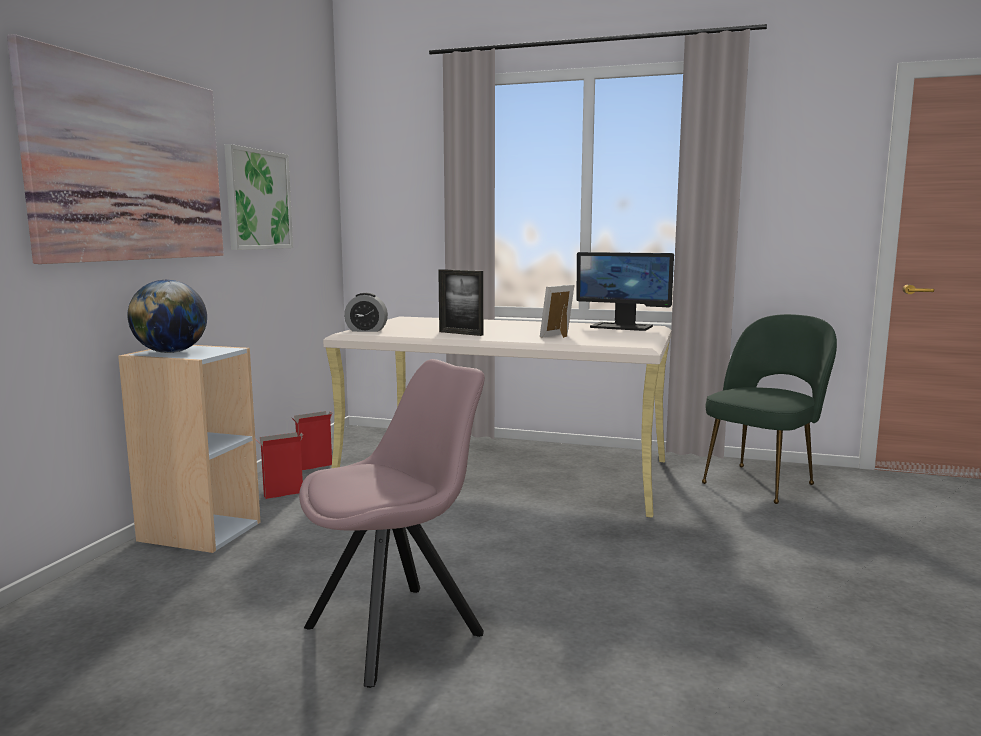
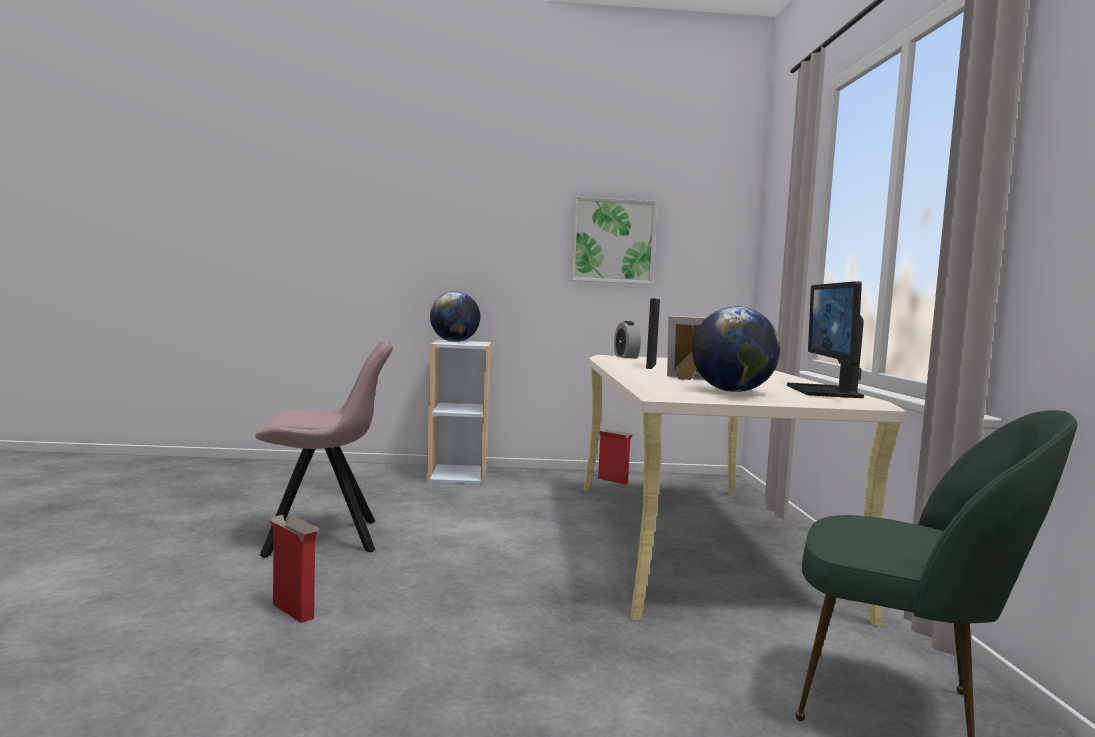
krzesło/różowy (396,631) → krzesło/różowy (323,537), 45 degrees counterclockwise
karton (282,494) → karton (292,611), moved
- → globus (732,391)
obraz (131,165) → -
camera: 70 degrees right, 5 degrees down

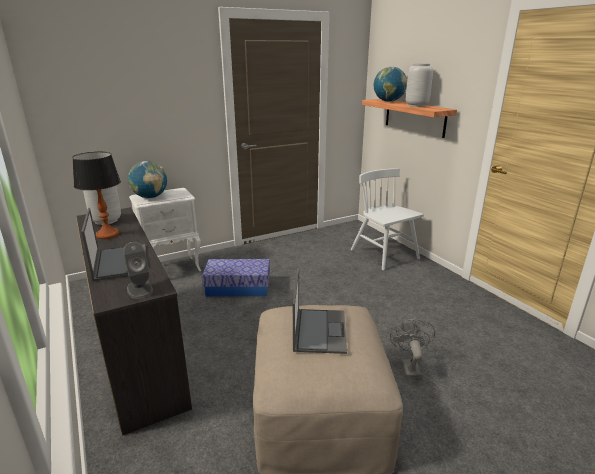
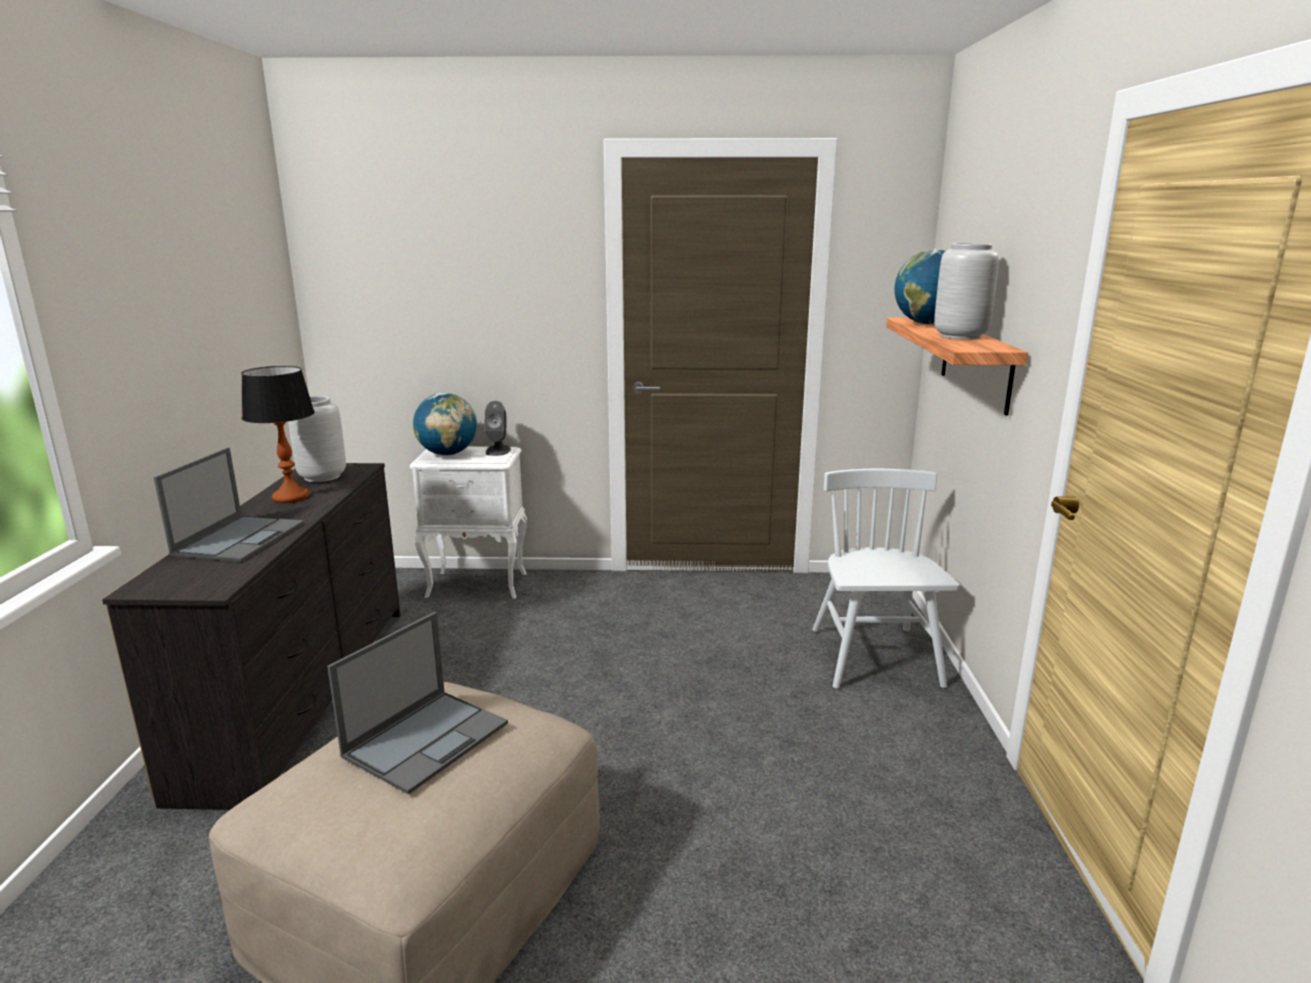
głośnik/szary (140,289) → głośnik/szary (498,450), moved
pojemnik do przechowywania (238,288) → -
wentylator/szary (409,366) → -
camera: 30 degrees right, 5 degrees down

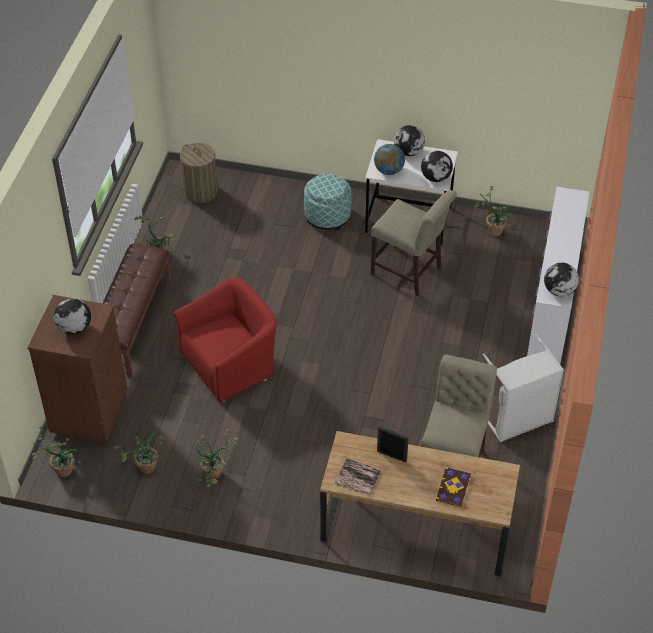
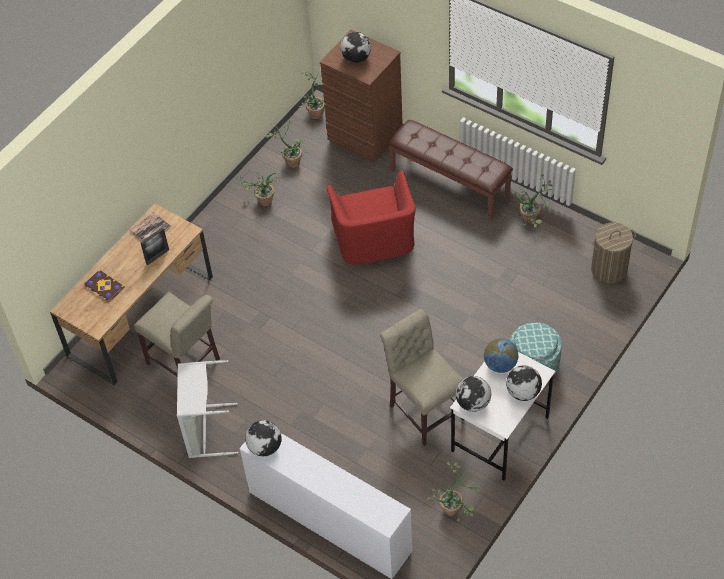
krzesło/beżowy (409,273) → krzesło/beżowy (424,409), 90 degrees clockwise
camera: 115 degrees right, 5 degrees up

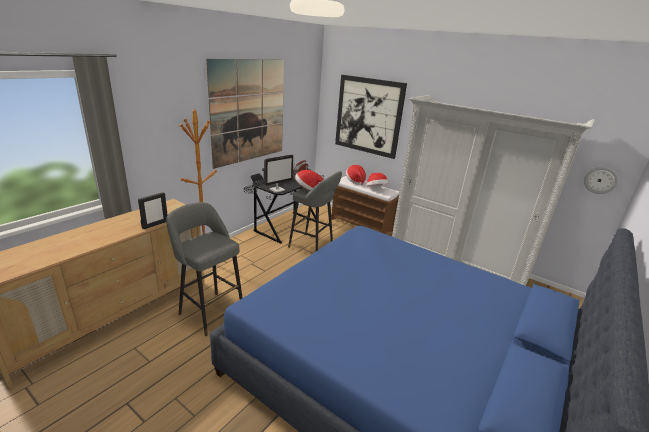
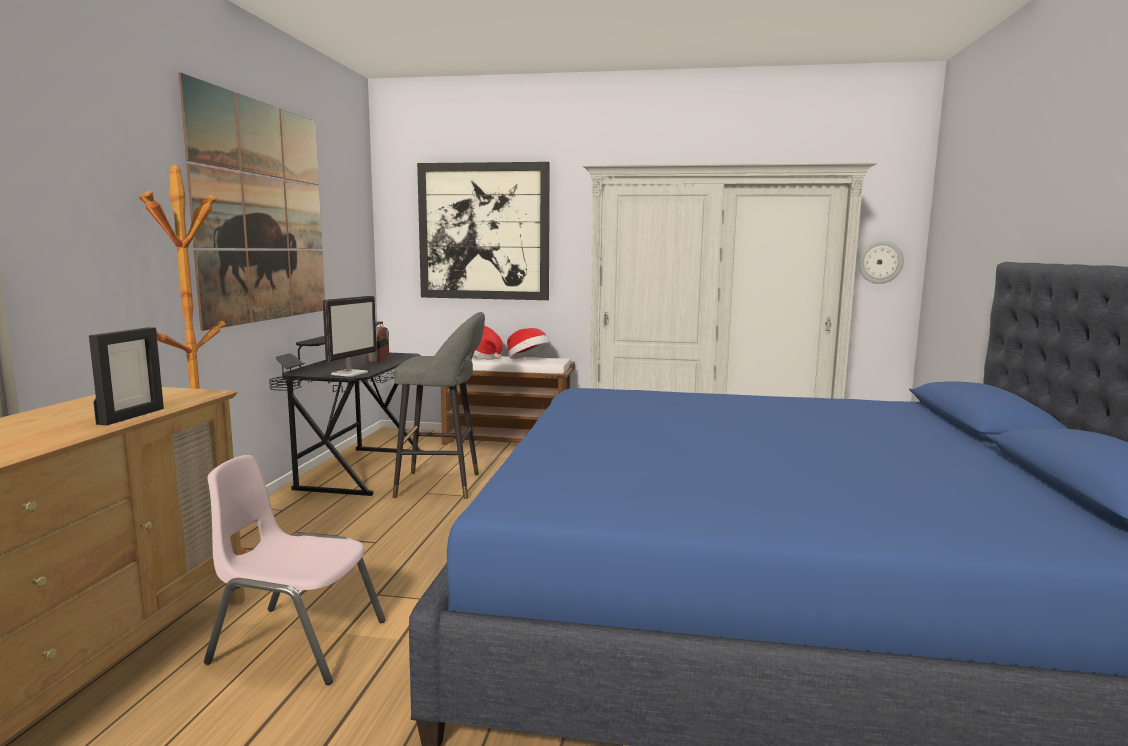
stołek/szary (209,311) → krzesło/różowy (298,642)
kapelusz (308,189) → -
camera: 25 degrees left, 15 degrees down

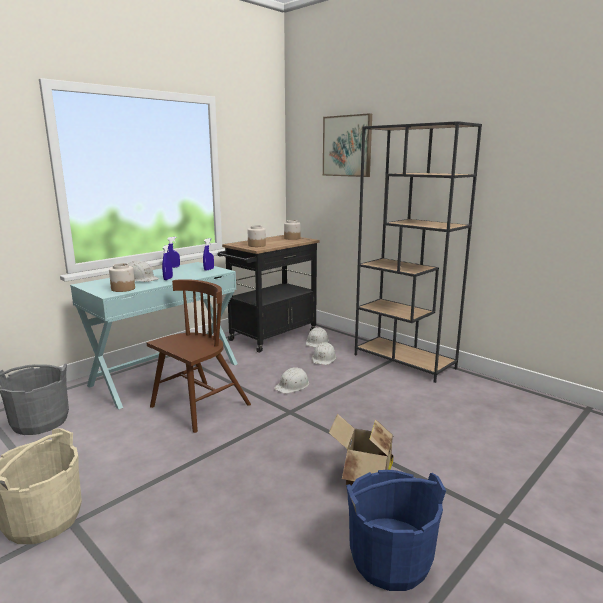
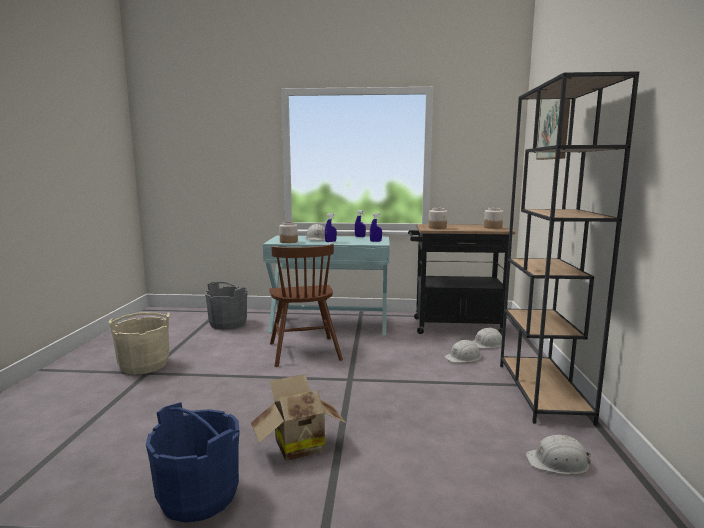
krzesło/brązowy (196,407) → krzesło/brązowy (304,349), 75 degrees clockwise
kask/biały (292,385) → kask/biały (558,462), moved
camera: 50 degrees right, 5 degrees down

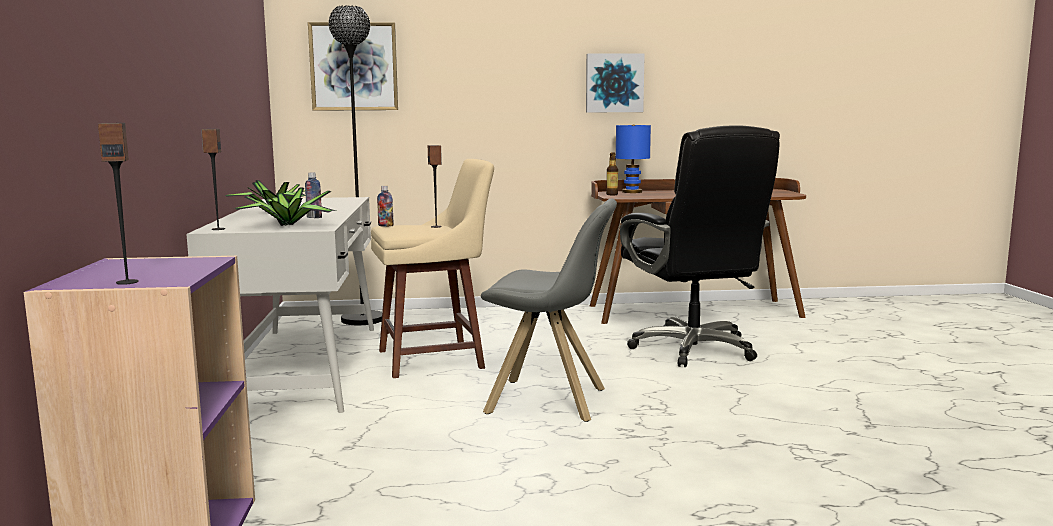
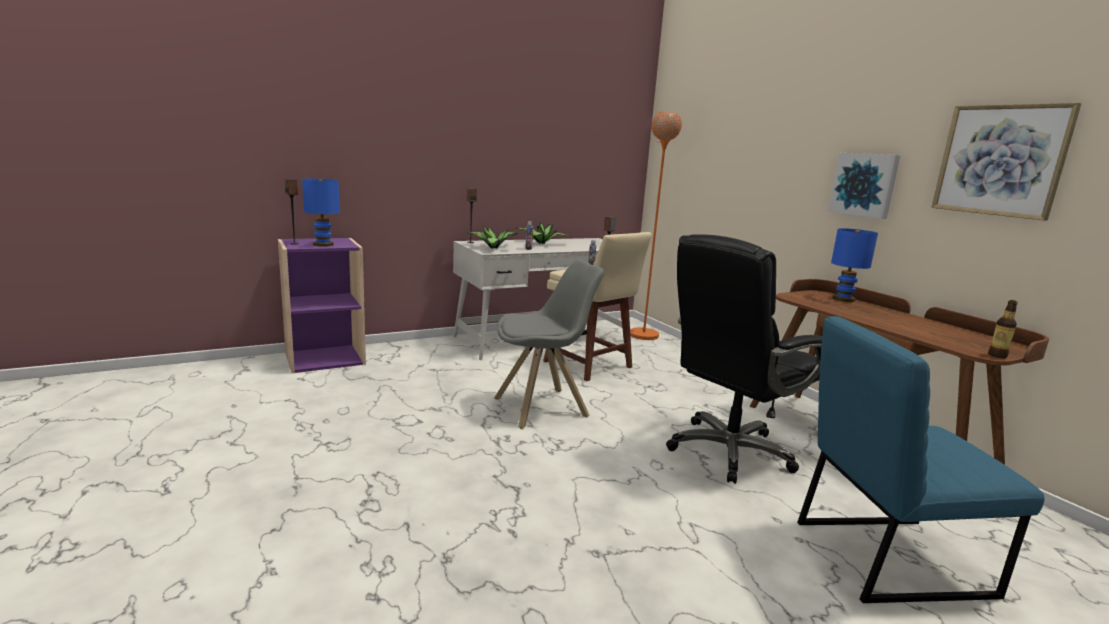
- → lampa stołowa/niebieski (323,244)
krzesło/szary (547,400) → krzesło/szary (542,407), 105 degrees counterclockwise
lampa stojąca/czarny (362,320) → lampa stojąca/pomarańczowy (643,335)
- → krzesło/niebieski (885,557)
obraz (354,67) → obraz (1000,160), moved
butelka (612,194) → butelka (997,356), moved
camera: 65 degrees right, 5 degrees up

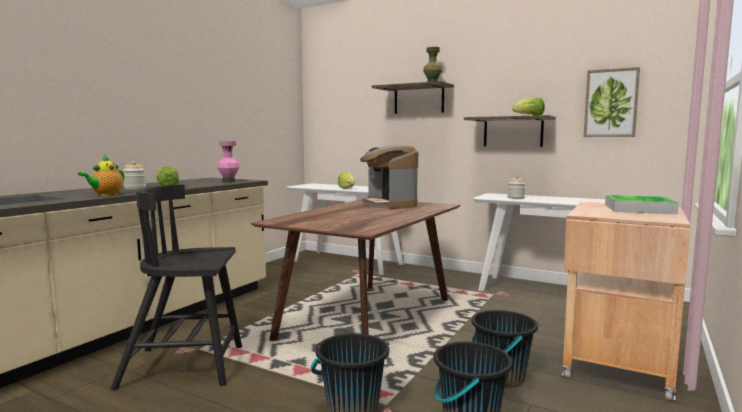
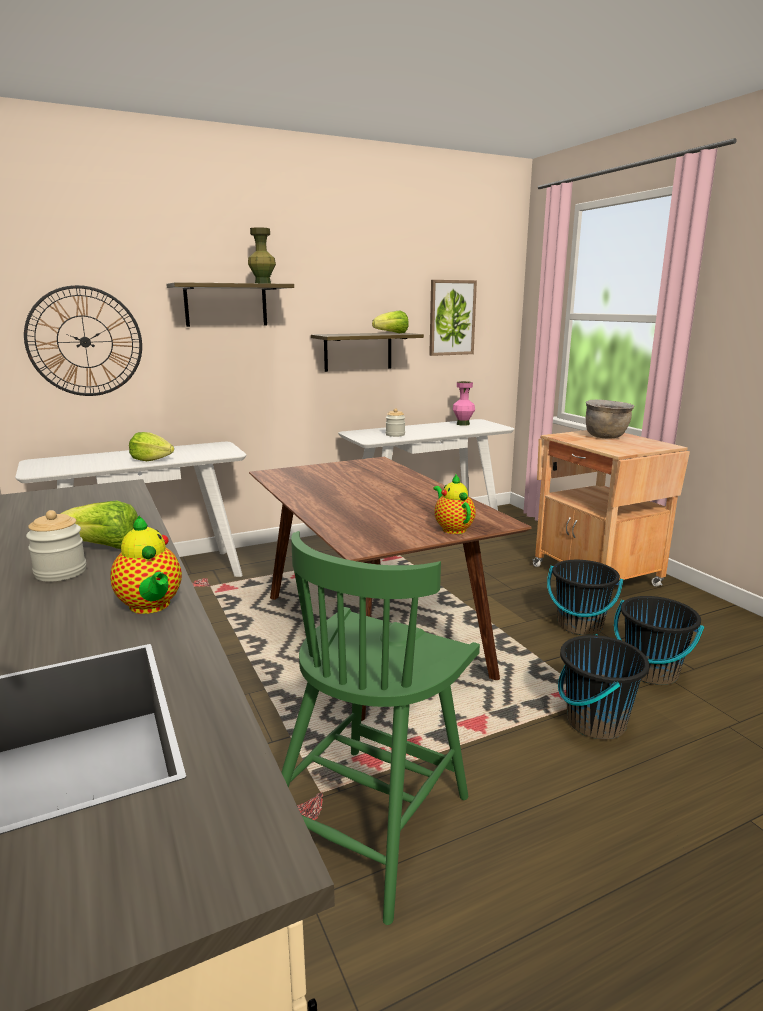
- → zegar ścienny (85,341)
krzesło/czarny (185,366) → krzesło/zielony (371,819)
- → imbryk (452,528)
wazon/różowy (229,181) → wazon/różowy (463,424), moved
taca (638,209) → garnek/brązowy (606,436)
ekspres do kawy (389,205) → -
camera: 55 degrees left, 10 degrees up

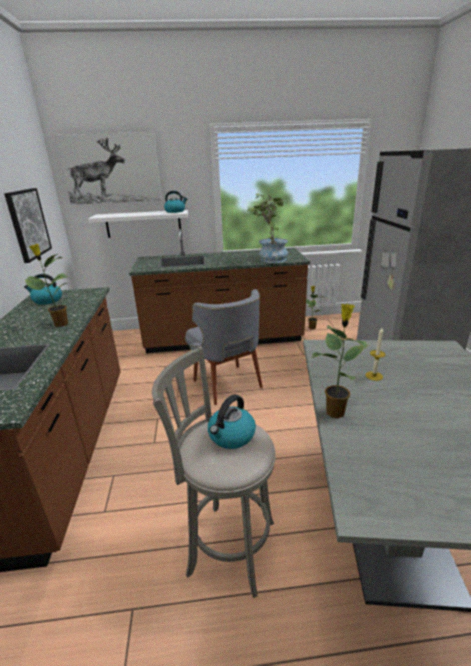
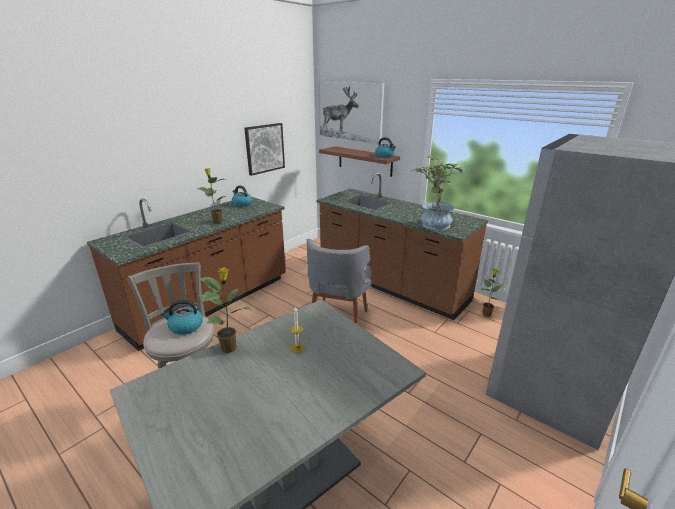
półka/biały (143,224) → półka/brązowy (365,161)
camera: 45 degrees right, 0 degrees up

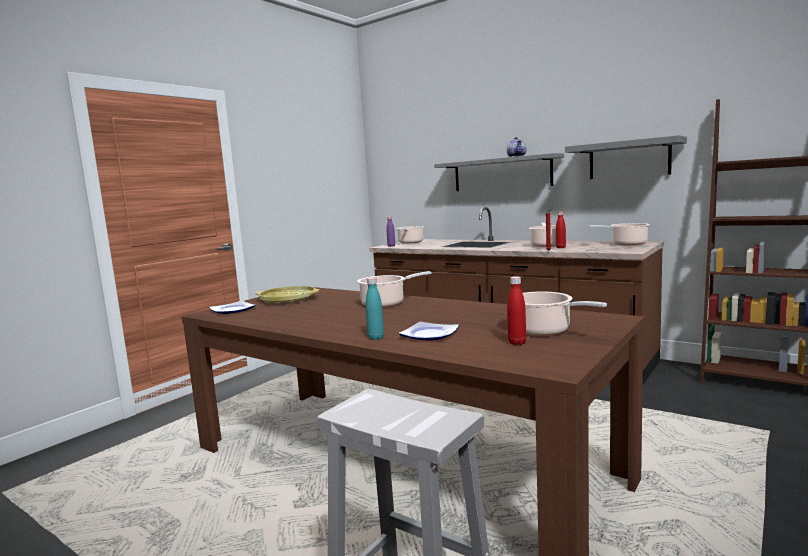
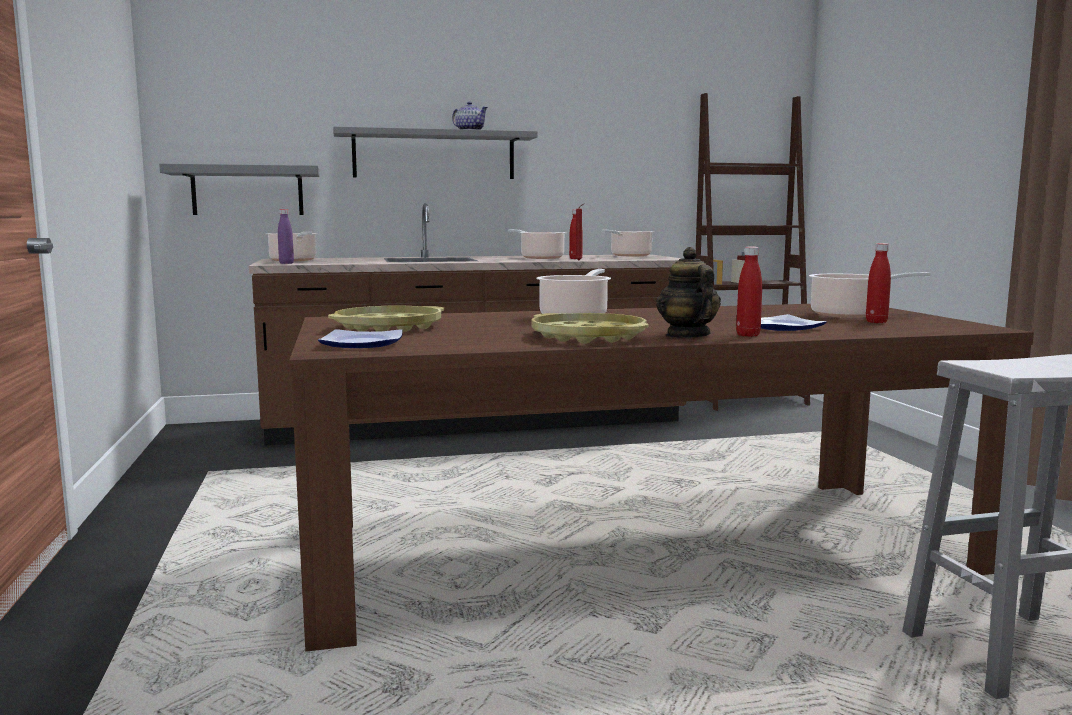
półka/szary (629,159) → półka/szary (247,191), moved
- → taca/żółty (588,337)
- → imbryk (687,336)
butelka/turkusowy (376,338) → butelka/czerwony (748,335)
camera: 50 degrees left, 0 degrees up

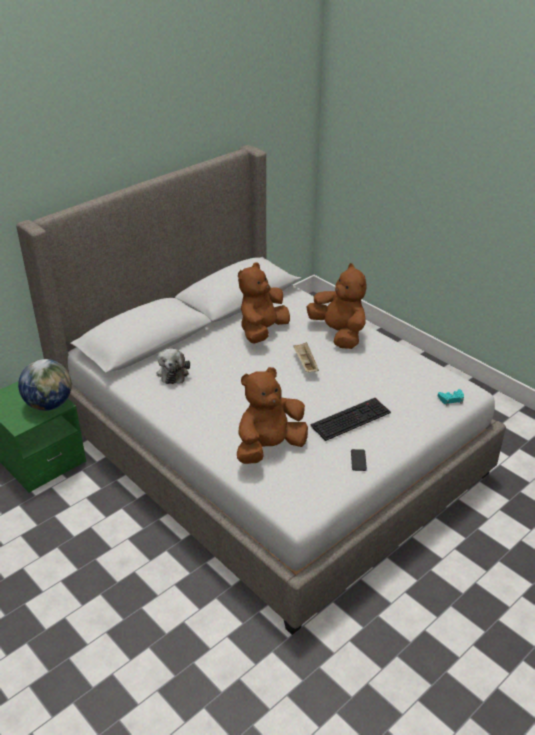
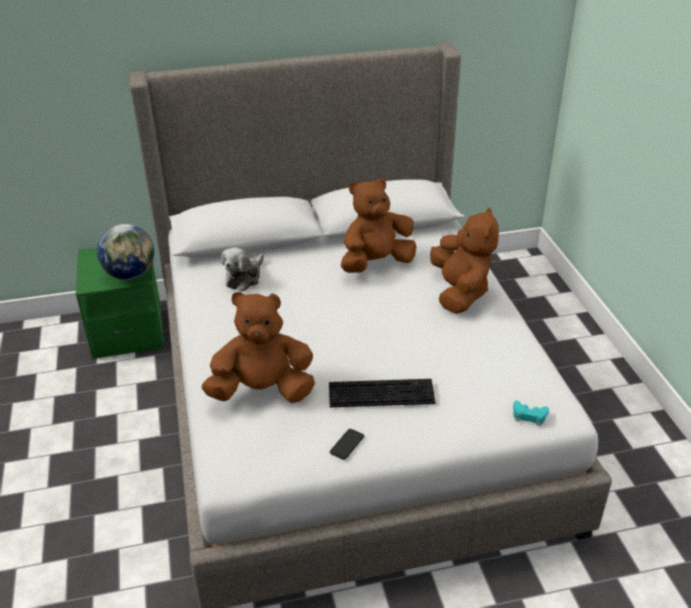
taca/beżowy (305,364) → -
camera: 30 degrees right, 0 degrees up

